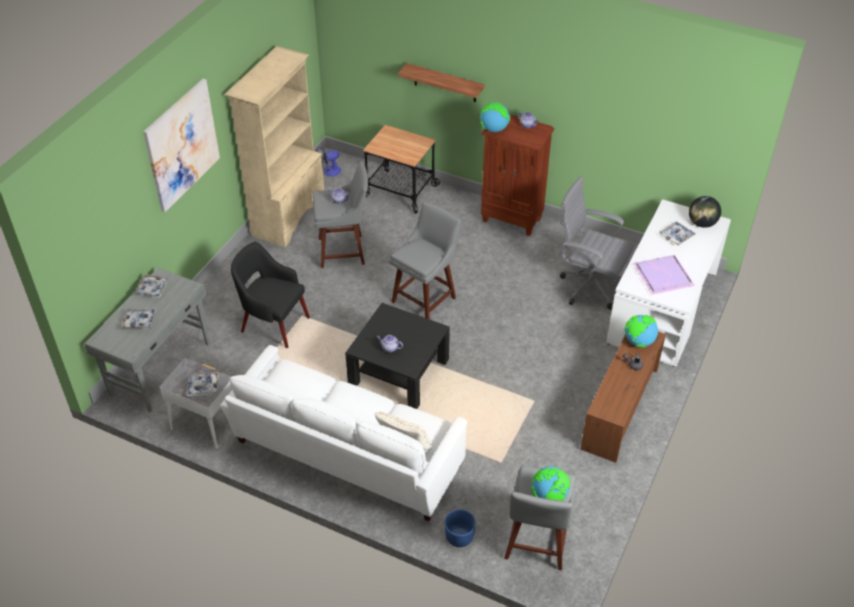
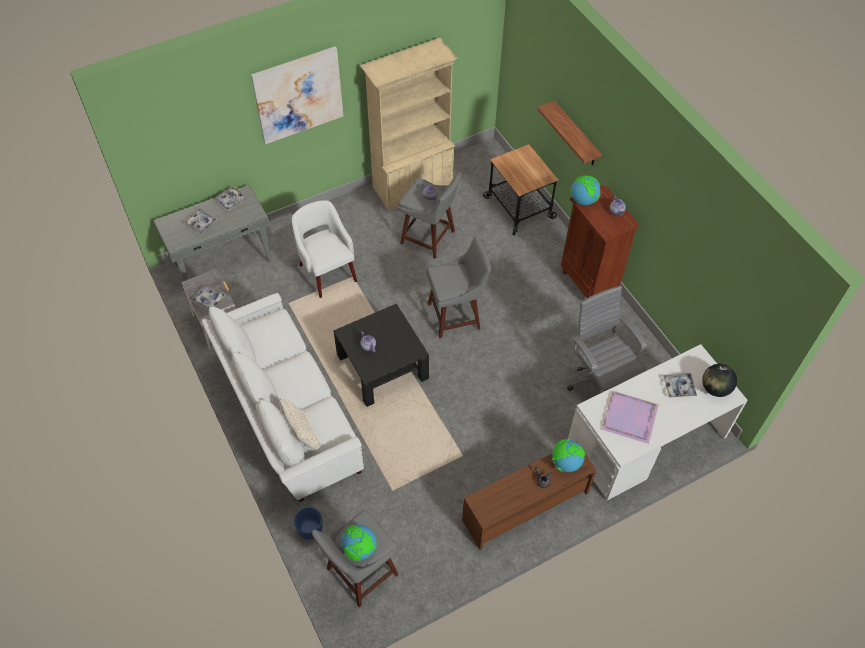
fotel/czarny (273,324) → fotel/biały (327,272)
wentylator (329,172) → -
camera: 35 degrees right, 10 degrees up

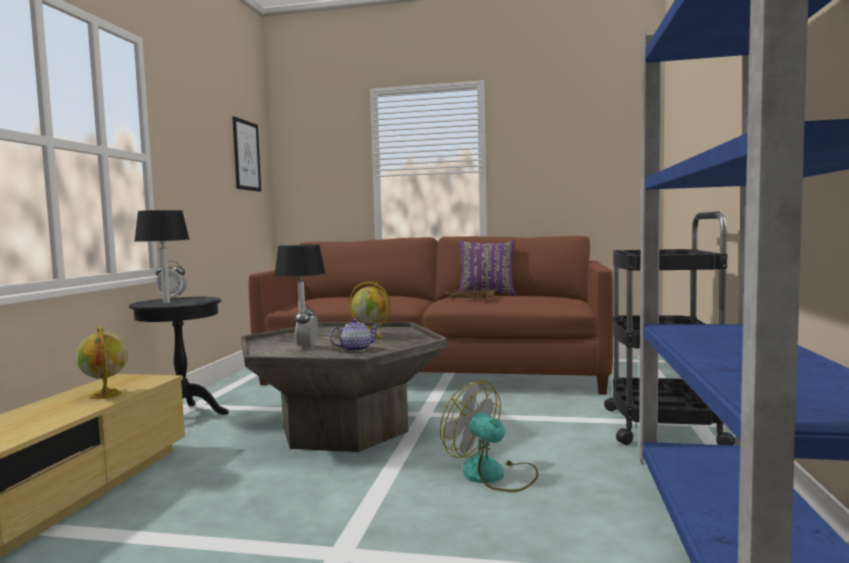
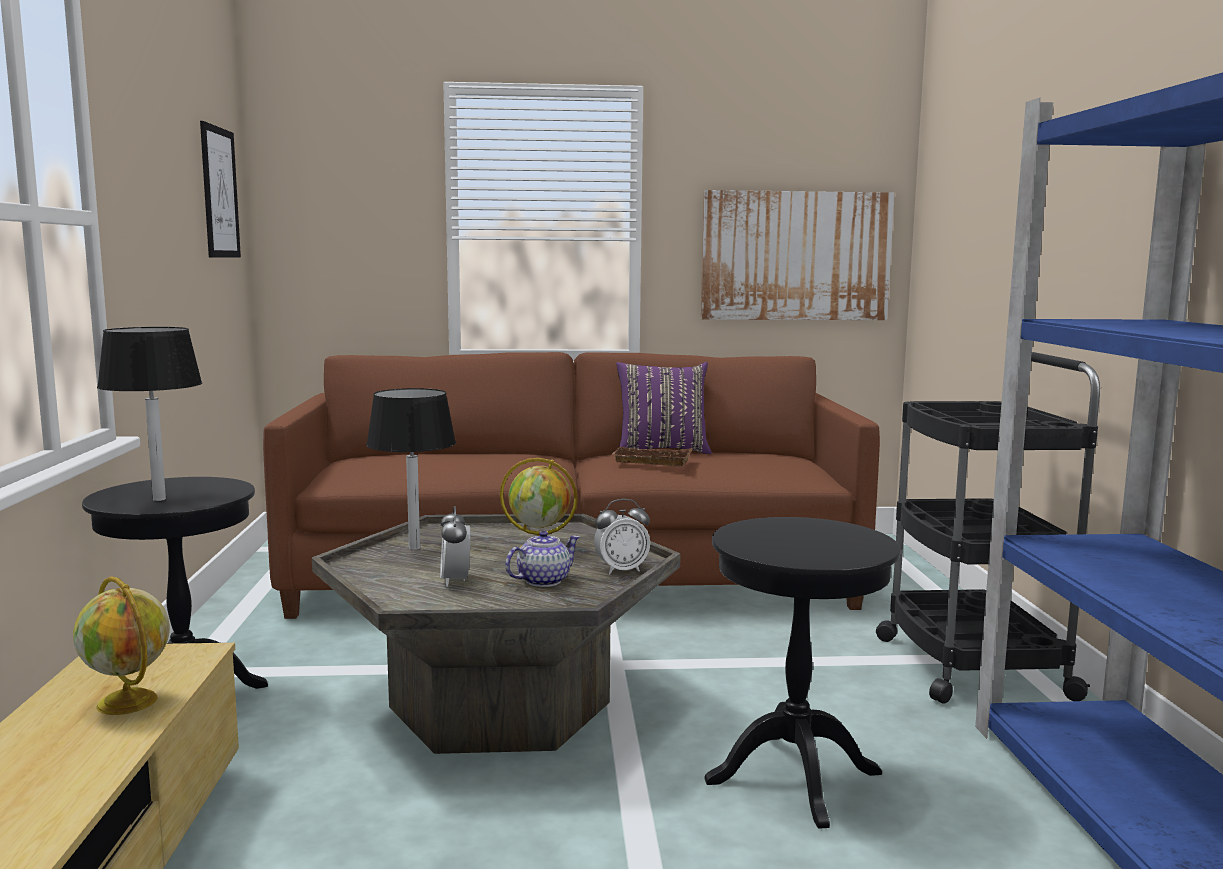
budzik (172,298) → budzik (621,570), moved
- → obraz (795,256)
wentylator (493,475) → stolik/czarny (793,777)
camera: 15 degrees left, 5 degrees up

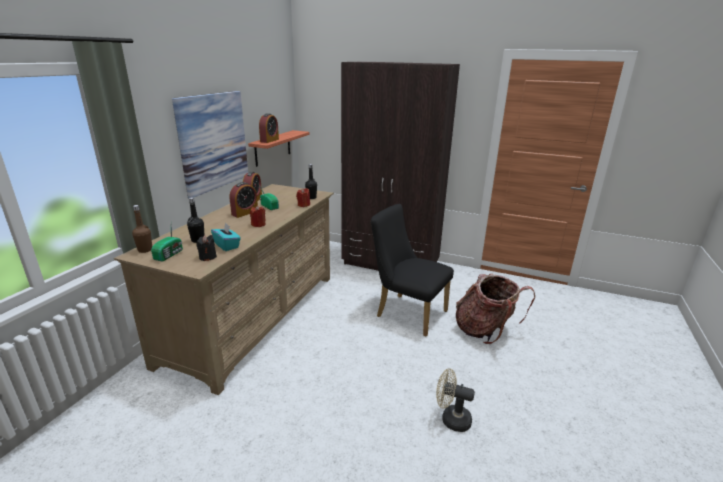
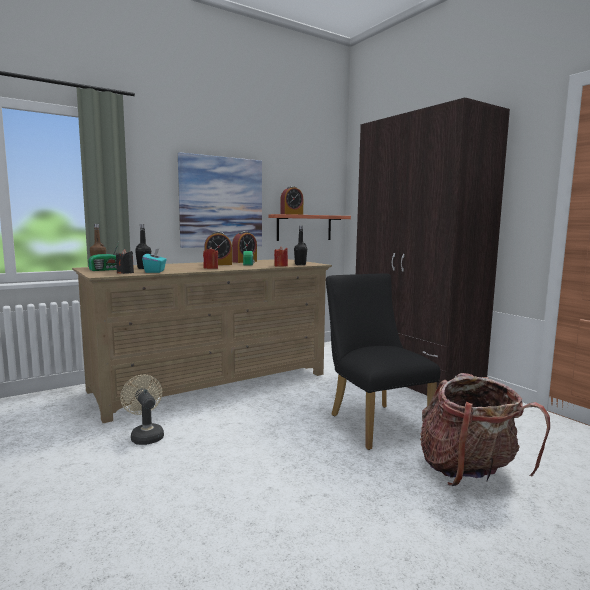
wentylator/beżowy (451,419) → wentylator/beżowy (145,435), moved
camera: 35 degrees right, 15 degrees down

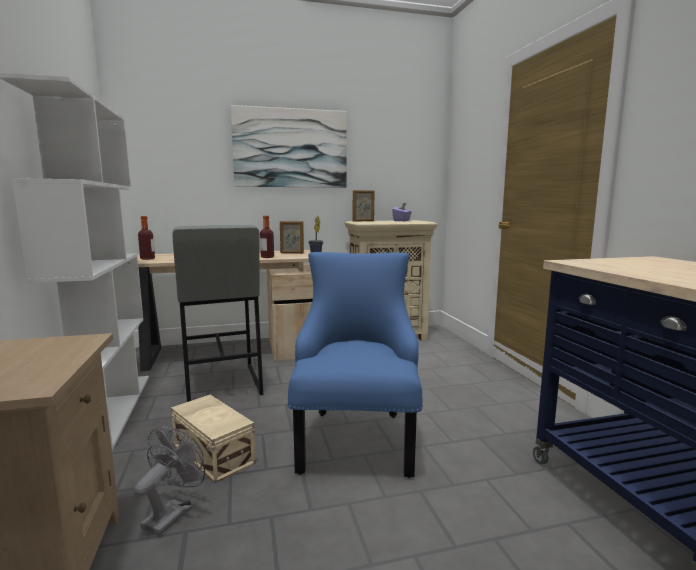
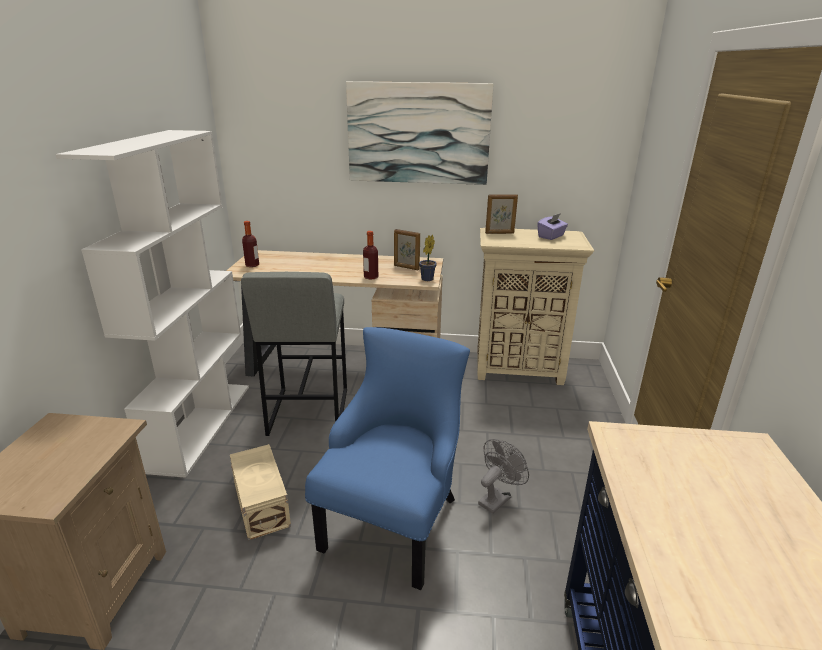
wentylator/szary (172,513) → wentylator/szary (497,498), moved
camera: 20 degrees right, 15 degrees up

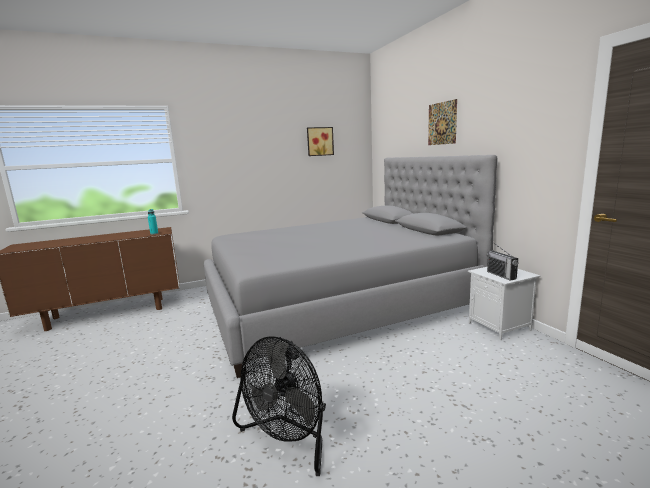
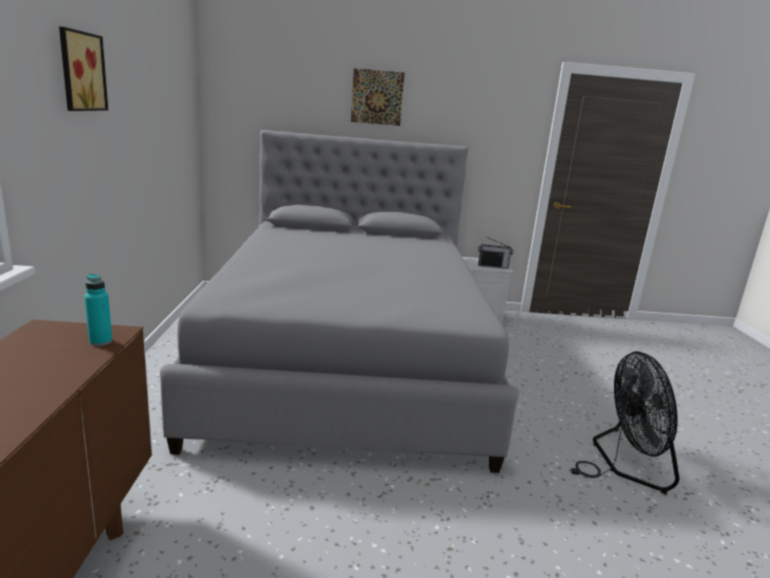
obraz (319,141) → obraz (80,71), moved
wentylator/czarny (288,435) → wentylator/czarny (619,460), 60 degrees counterclockwise
camera: 70 degrees left, 5 degrees up

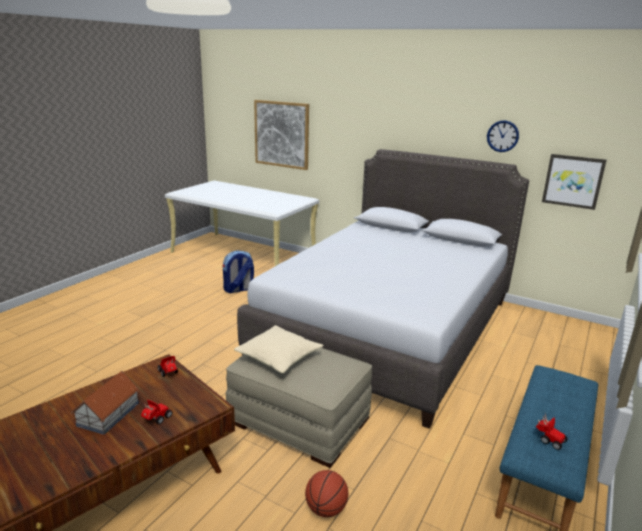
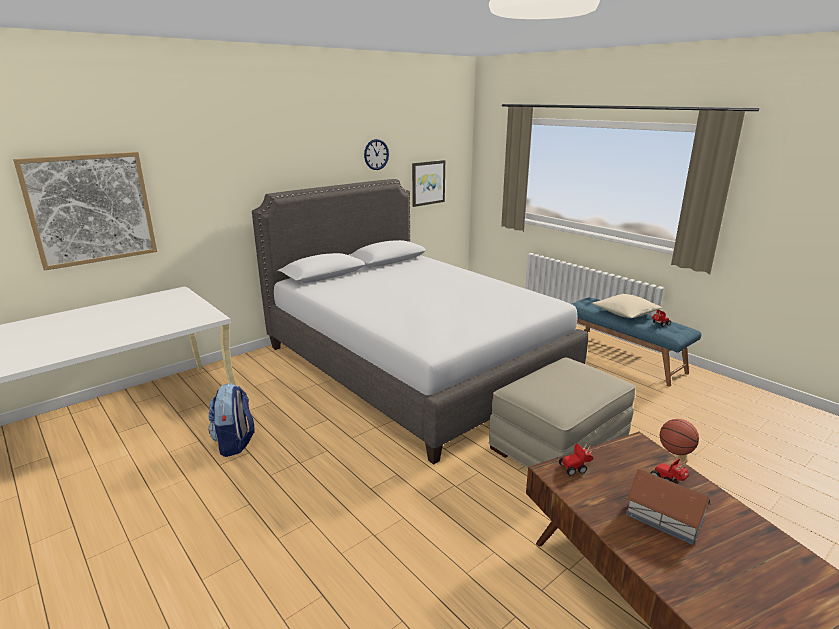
poduszka/beżowy (279,357) → poduszka/beżowy (625,313), moved
camera: 70 degrees left, 0 degrees up

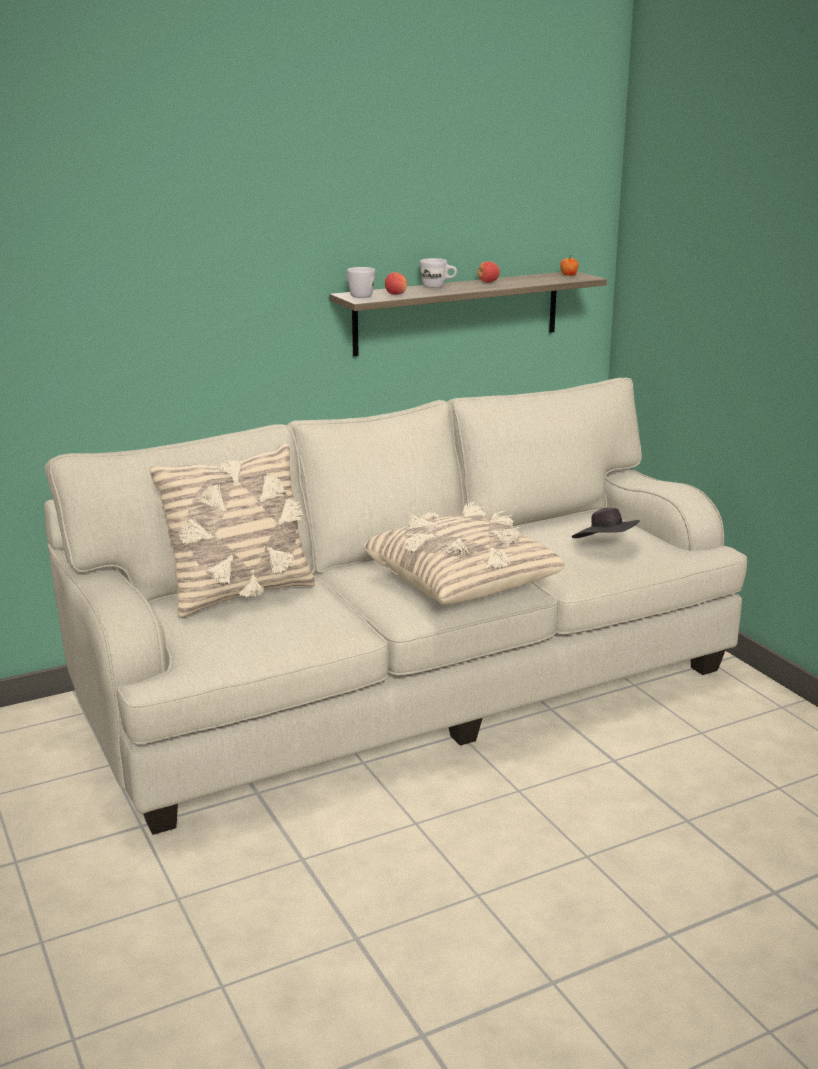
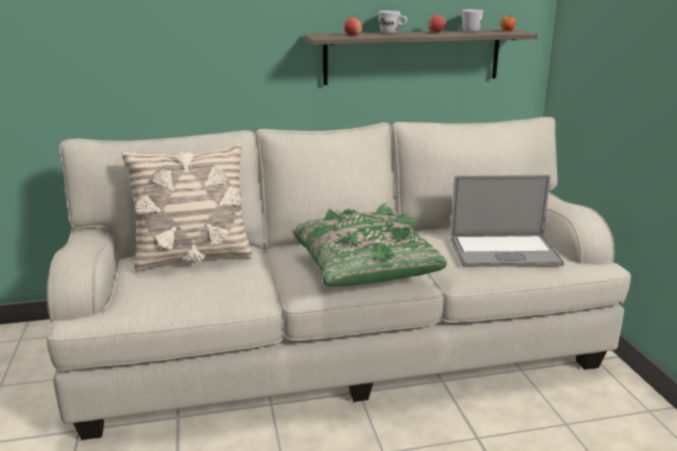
poduszka/beżowy (461,585) → poduszka/zielony (364,270)
kapelusz/czarny (605,546) → laptop (504,252)
kubek/biały (358,295) → kubek/biały (469,31), moved
camera: 15 degrees right, 0 degrees up

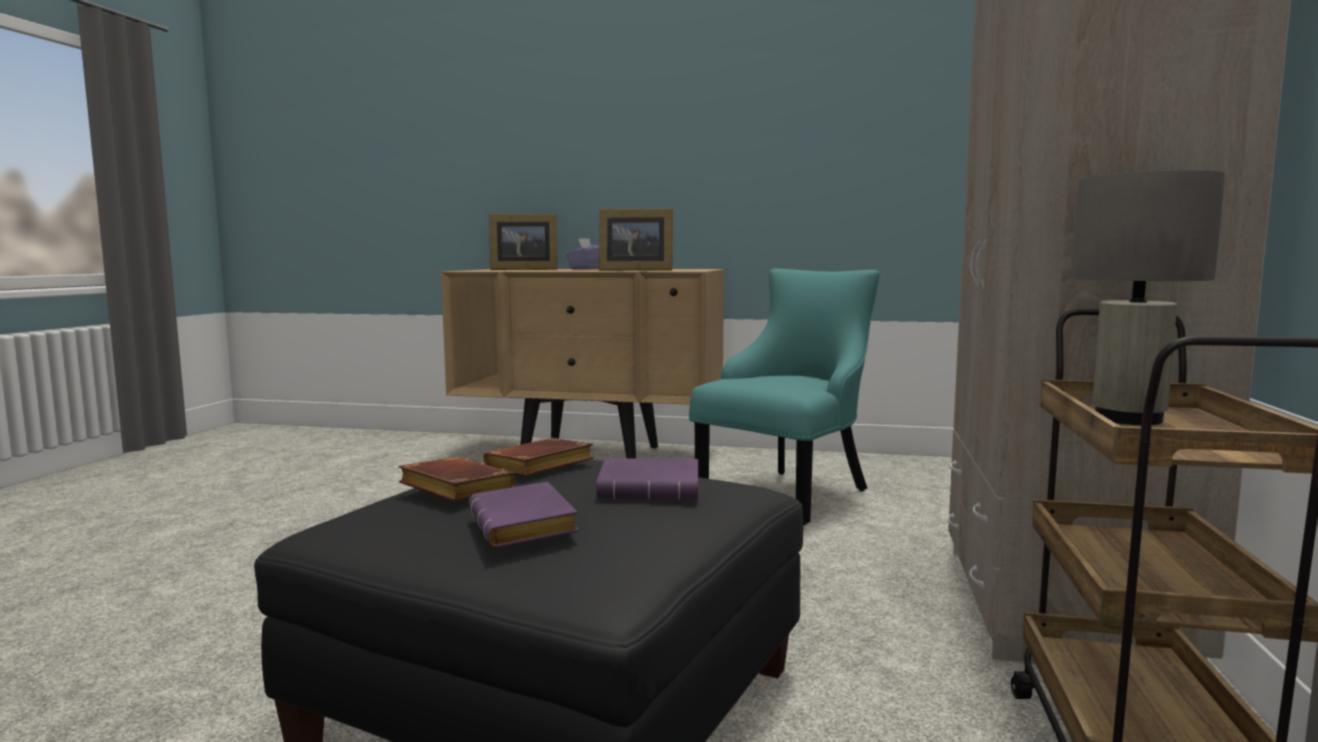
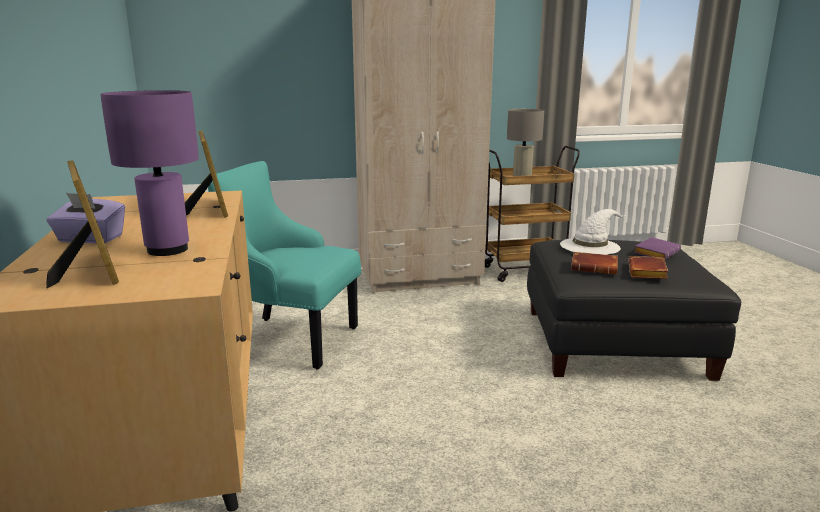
- → lampa stołowa/fioletowy (169,250)
książka/fioletowy (652,489) → kapelusz/biały (590,246)
camera: 115 degrees left, 10 degrees up

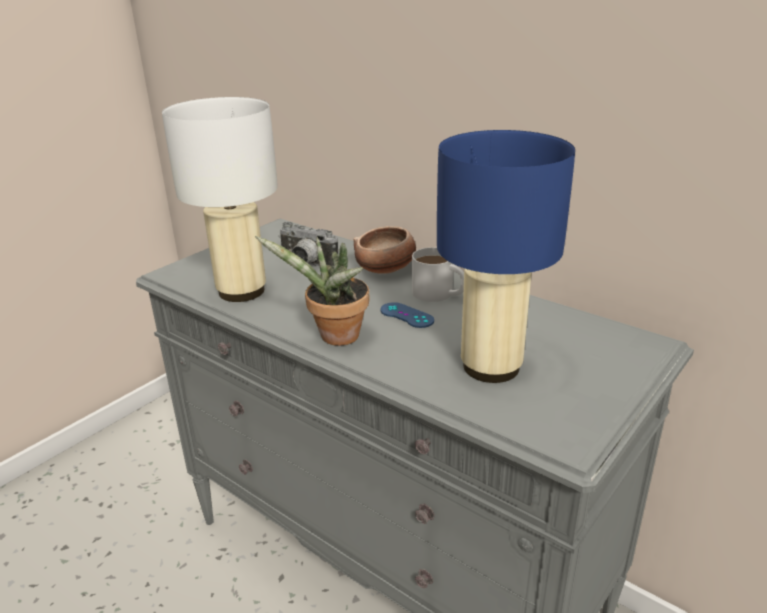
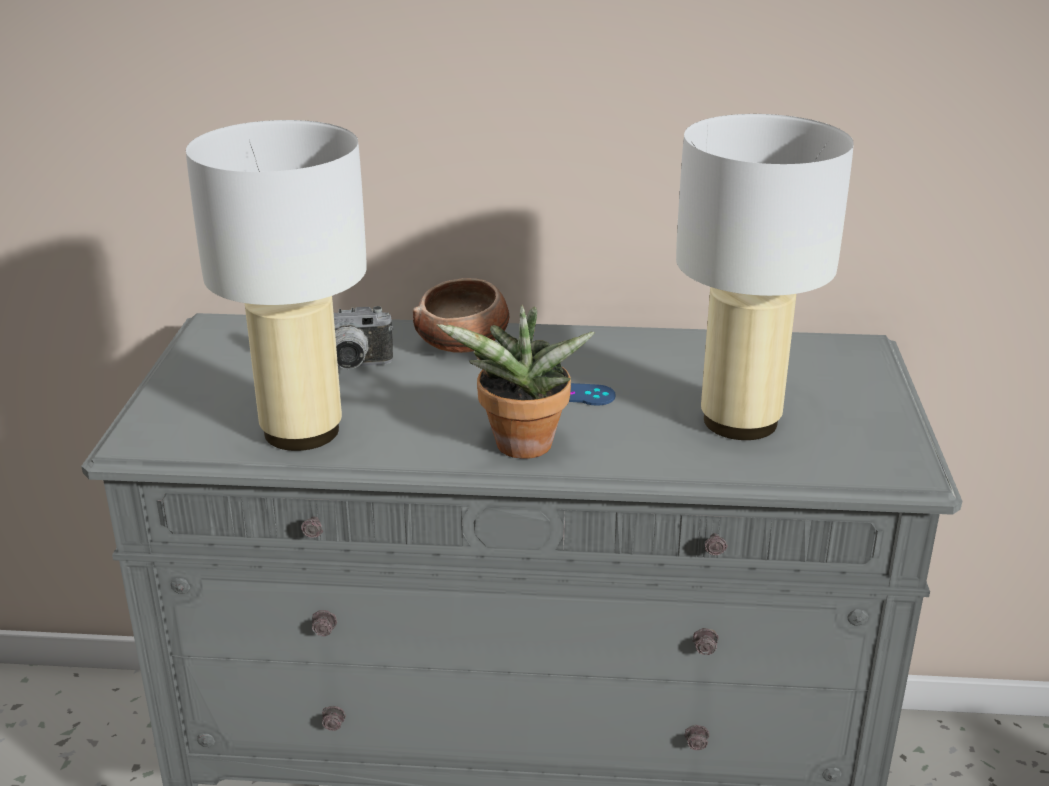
lampa stołowa/niebieski (492,366) → lampa stołowa/biały (740,420)
kubek/biały (439,294) → -
camera: 35 degrees left, 0 degrees up

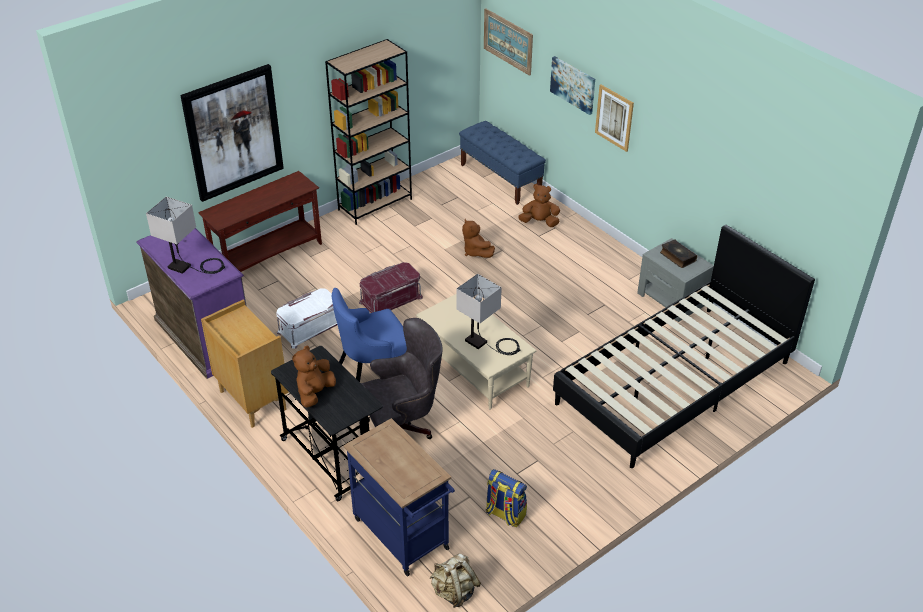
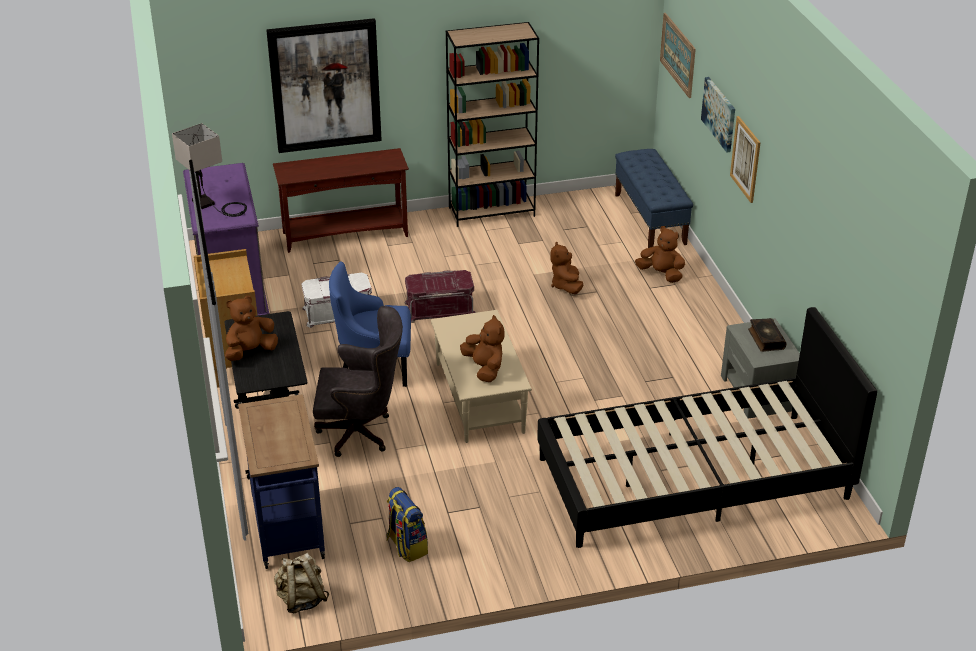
lampa stołowa (489,344) → pluszak/brązowy (485,369)
camera: 25 degrees right, 5 degrees down

